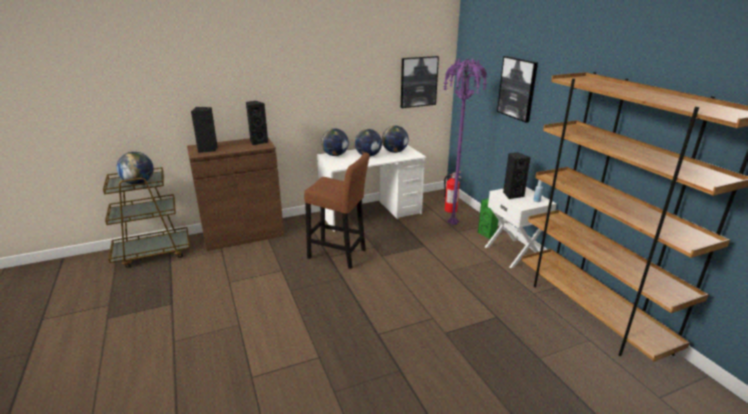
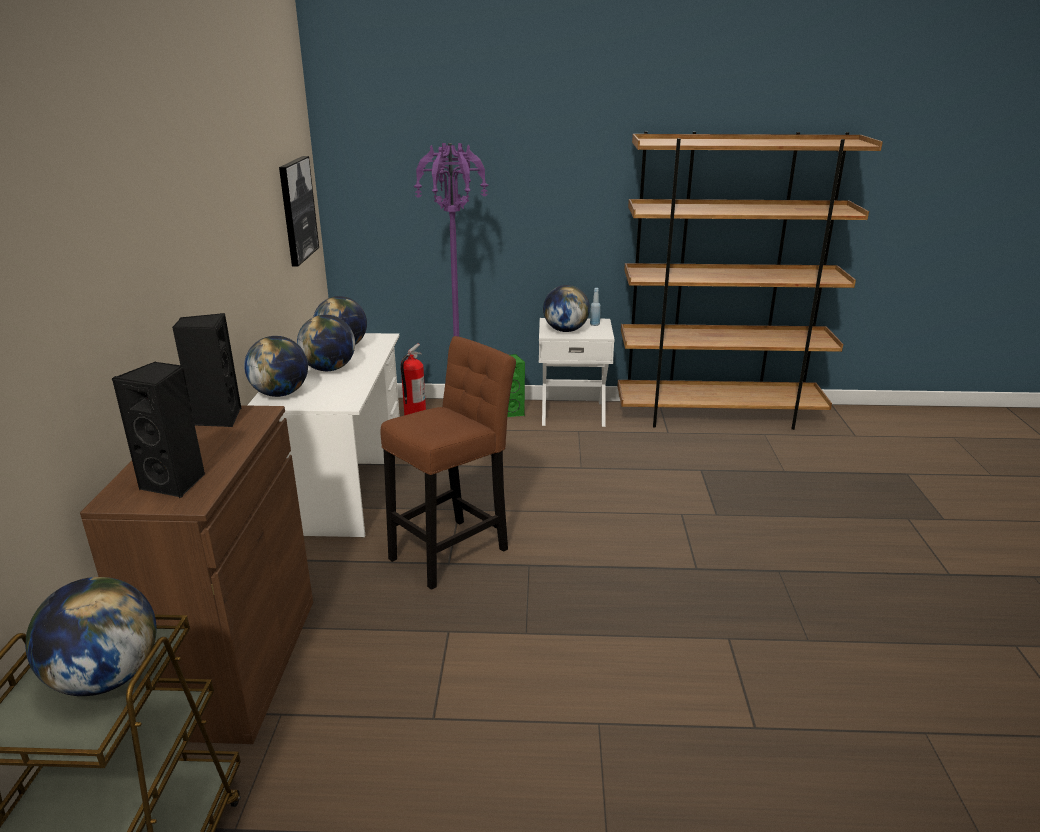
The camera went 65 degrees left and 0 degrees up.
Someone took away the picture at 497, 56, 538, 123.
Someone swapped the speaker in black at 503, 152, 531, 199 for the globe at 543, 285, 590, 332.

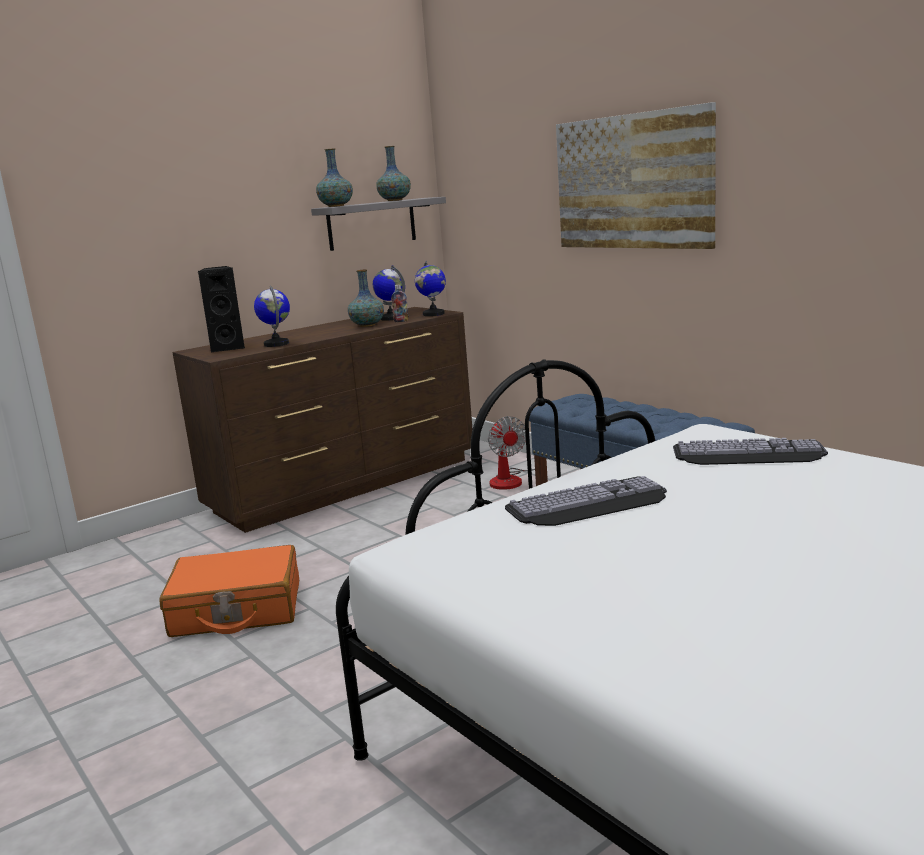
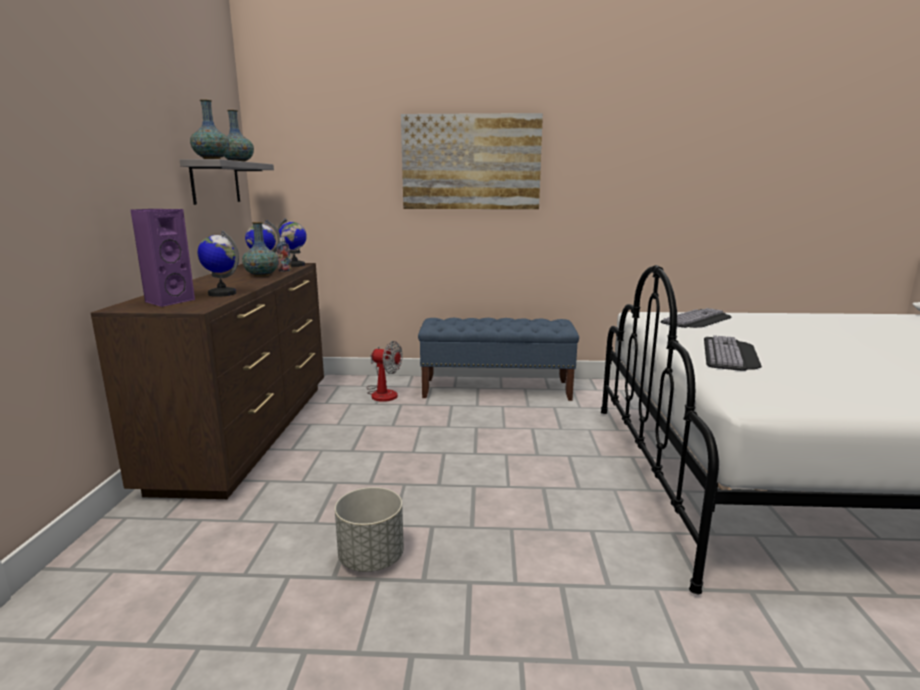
The camera went 50 degrees left and 0 degrees up.
Someone swapped the suitcase in orange at 159, 545, 299, 637 for the planter in grey at 335, 487, 404, 572.
Someone repainted the speaker in black at 198, 266, 245, 352, which became the speaker in purple at 130, 209, 195, 307.

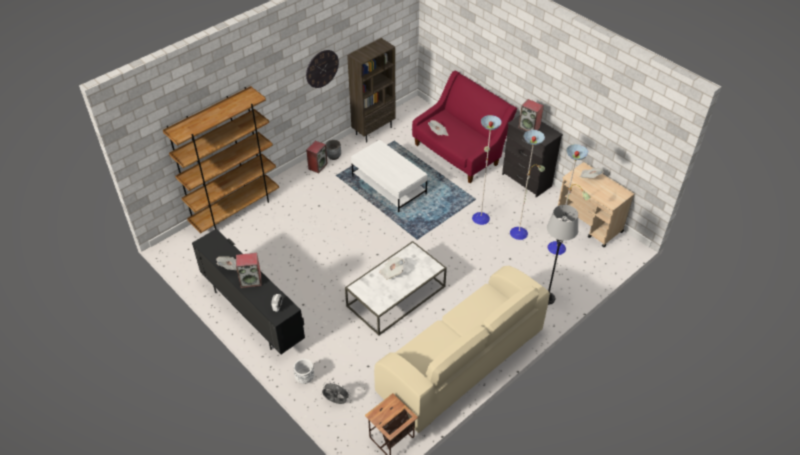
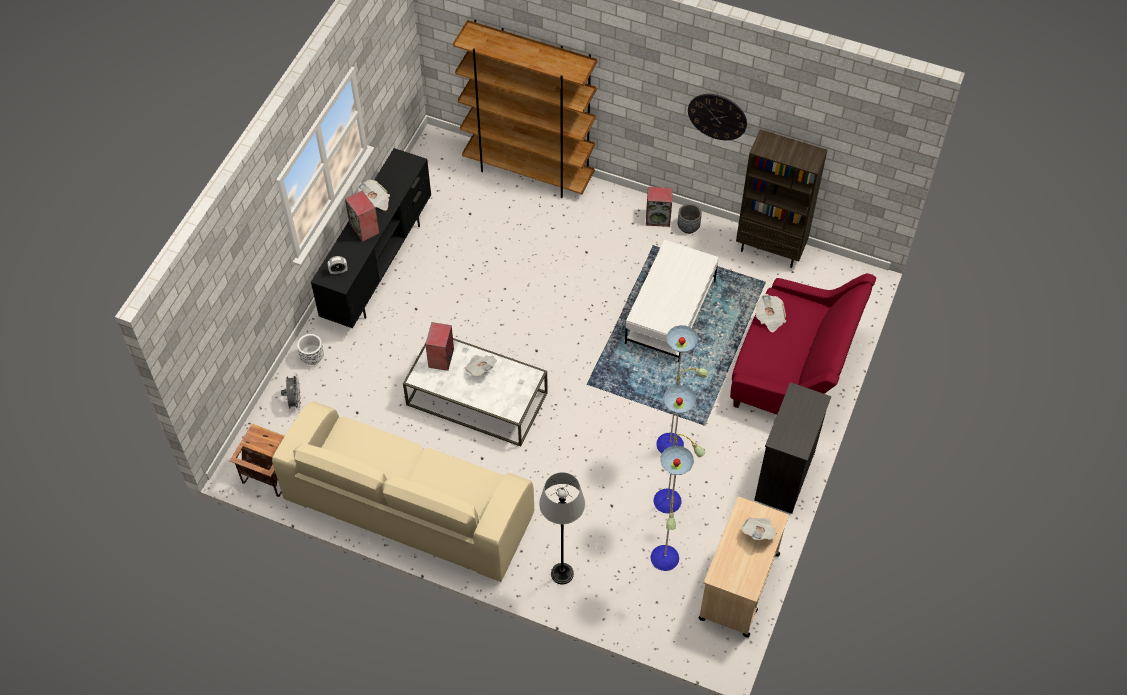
The camera went 65 degrees right and 10 degrees up.
Someone carried the speaker from 518, 99, 544, 131 to 425, 322, 454, 371.

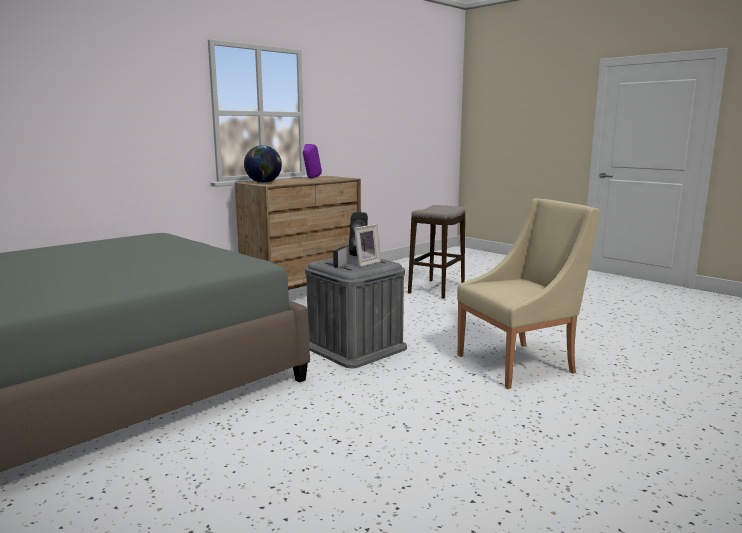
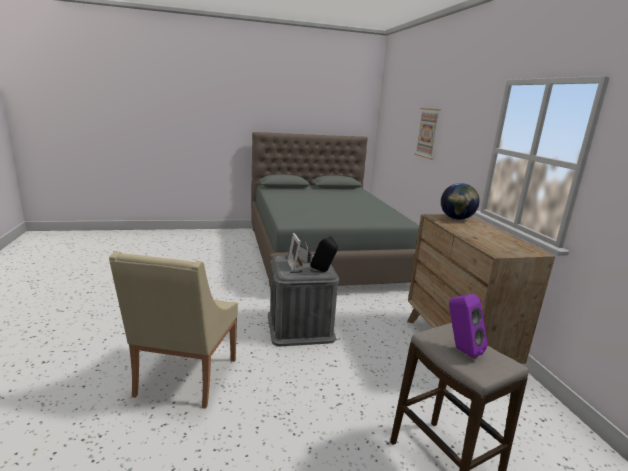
The camera went 120 degrees right and 5 degrees up.
Someone carried the speaker in purple from 303, 144, 322, 178 to 449, 294, 488, 359.
Someone put up the picture at 414, 108, 441, 159.

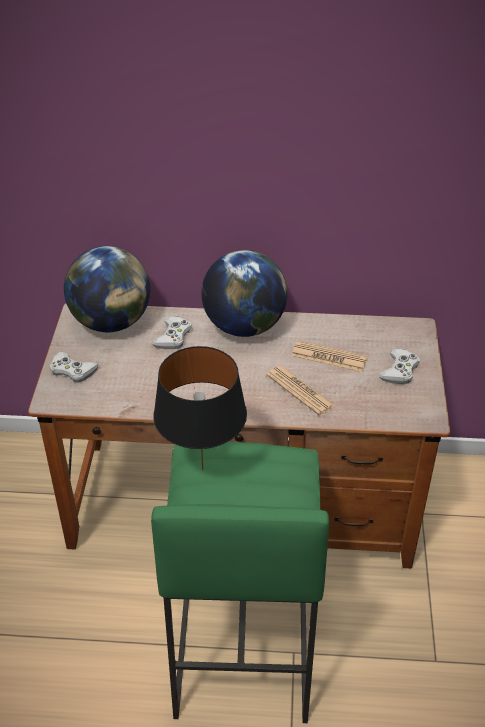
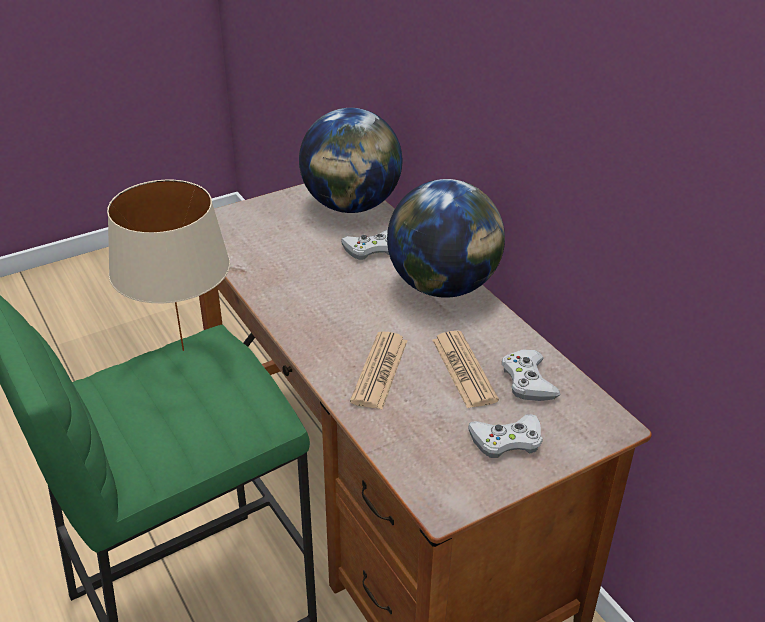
The camera went 55 degrees right and 5 degrees down.
Someone carried the game controller in white from 50, 352, 99, 383 to 502, 350, 561, 401.
Someone repainted the table lamp in black at 153, 346, 247, 470, which became the table lamp in beige at 107, 180, 230, 351.

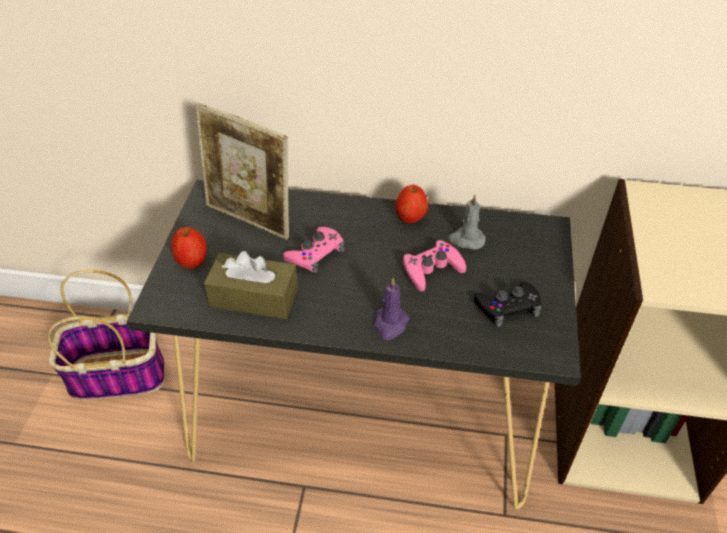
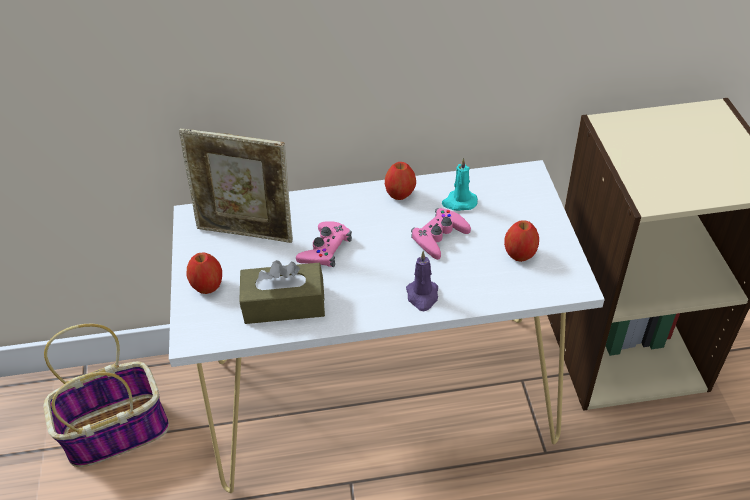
The camera went 15 degrees left and 0 degrees up.
Someone repainted the console table in black at 126, 180, 581, 510, which became the console table in white at 169, 160, 605, 493.
Someone repainted the candle in grey at 448, 194, 486, 250, which became the candle in turquoise at 442, 158, 478, 211.
Someone swapped the game controller in black at 474, 281, 542, 327 for the apple at 504, 220, 539, 262.

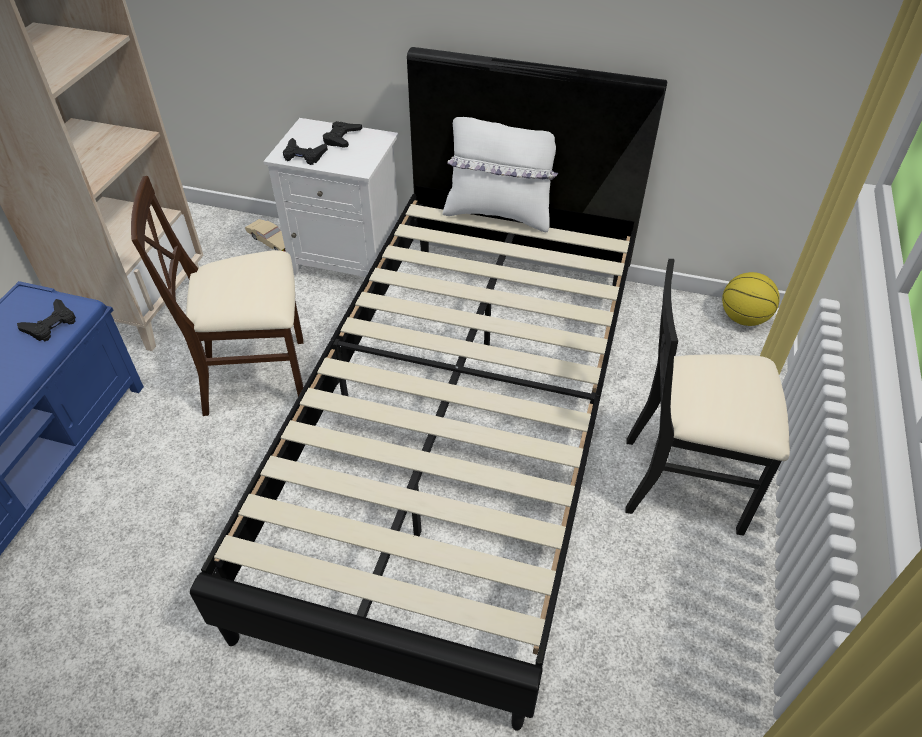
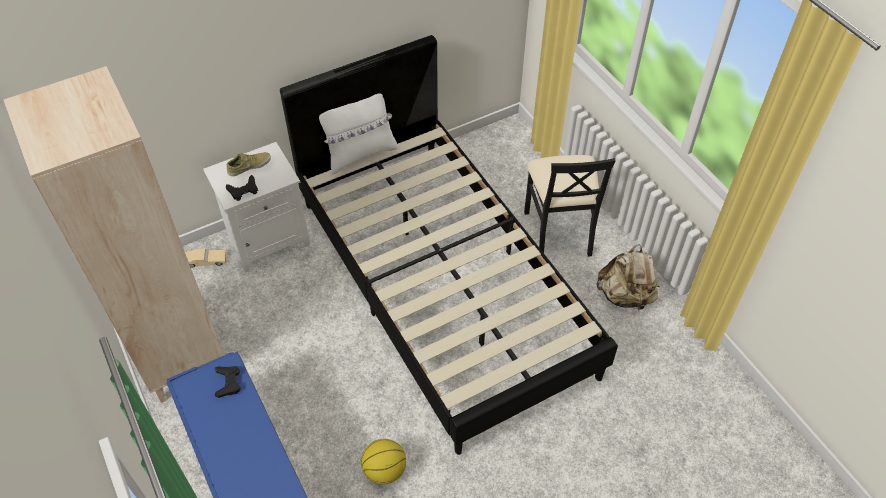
The camera went 45 degrees left and 5 degrees up.
Someone took away the chair in beige at 131, 176, 304, 416.
Someone swapped the game controller in black at 323, 121, 362, 148 for the shoe in beige at 227, 152, 271, 176.
Someone rotated the chair in black at 625, 259, 790, 536 by 60 degrees counterclockwise.
Someone carried the basketball from 722, 272, 780, 326 to 361, 439, 406, 484.
Someone put down the backpack in beige at 596, 244, 660, 310.

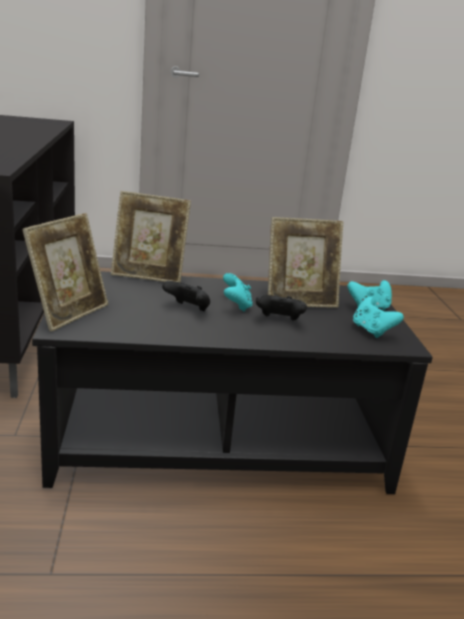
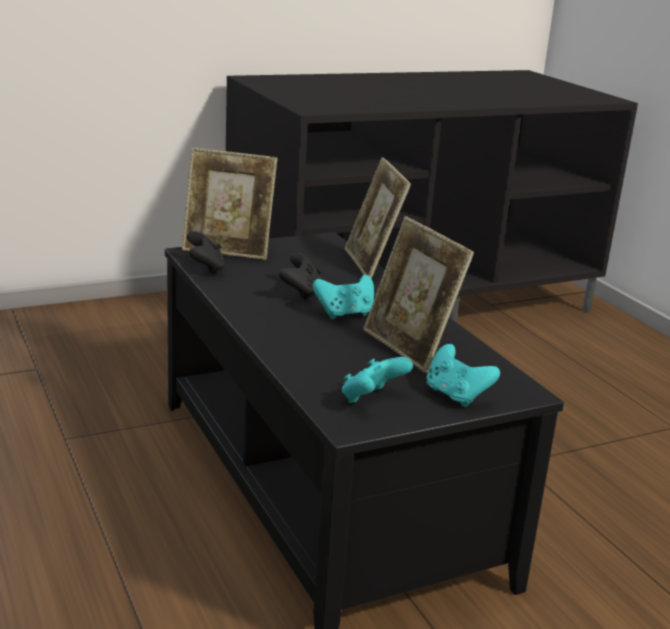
The camera went 70 degrees right and 0 degrees up.
Someone carried the game controller in black from 256, 295, 307, 321 to 187, 231, 225, 275.

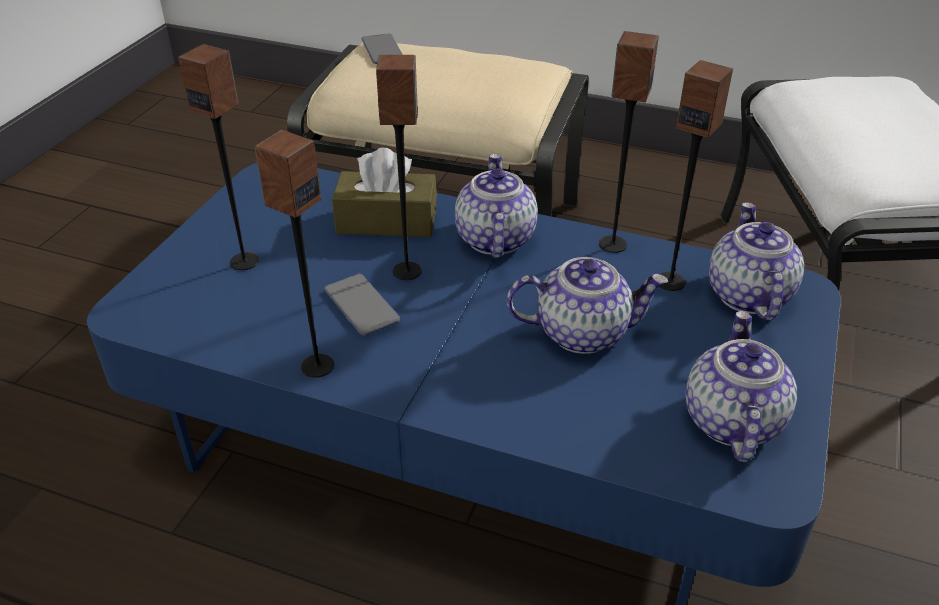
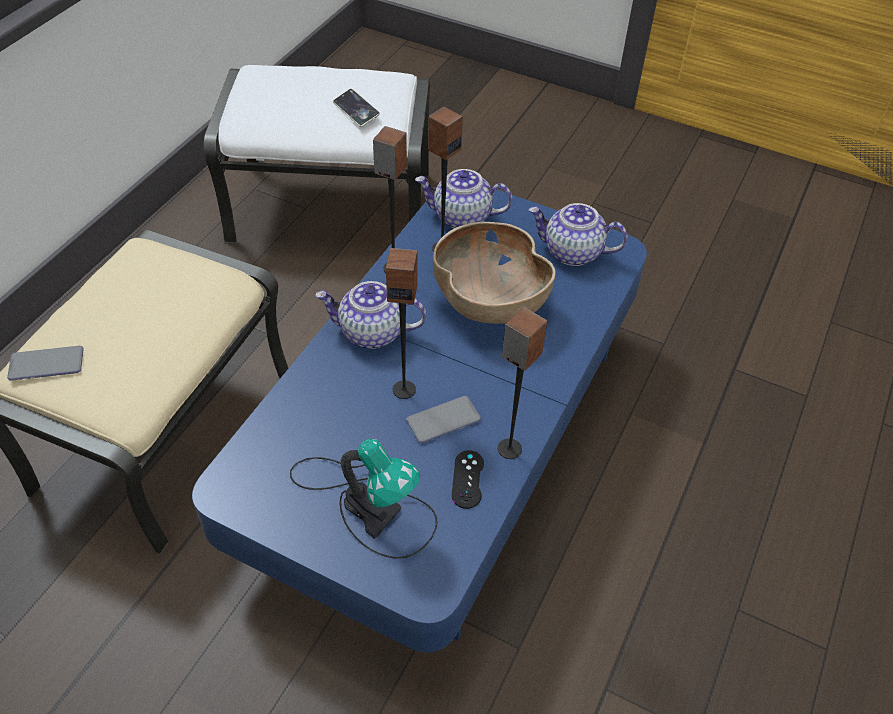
The camera went 85 degrees left and 10 degrees up.
Someone swapped the speaker at 178, 44, 259, 270 for the table lamp at 290, 439, 437, 559.
Someone took away the tissue box in brown at 332, 148, 437, 237.
Someone swapped the teapot at 507, 257, 668, 354 for the bowl in brown at 433, 222, 556, 324.
Someone put down the phone at 333, 89, 380, 127.
Someone put down the game controller in black at 452, 450, 484, 509.

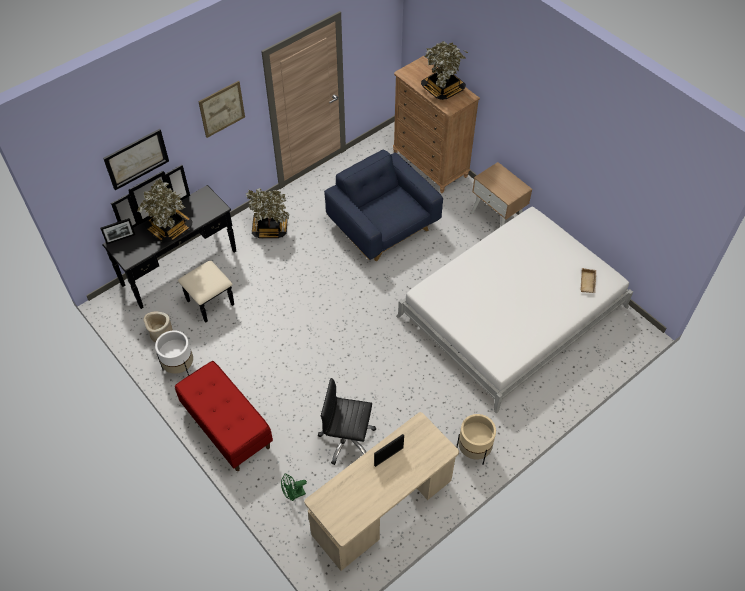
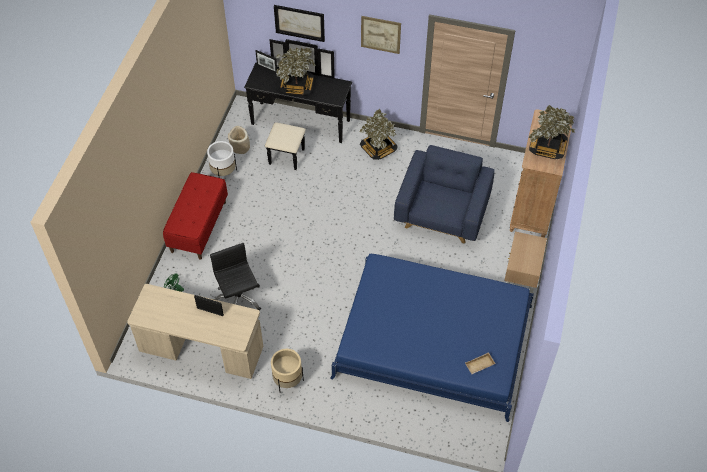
The camera went 55 degrees right and 0 degrees up.
Someone repainted the bed in white at 396, 207, 633, 414, which became the bed in blue at 330, 254, 534, 422.

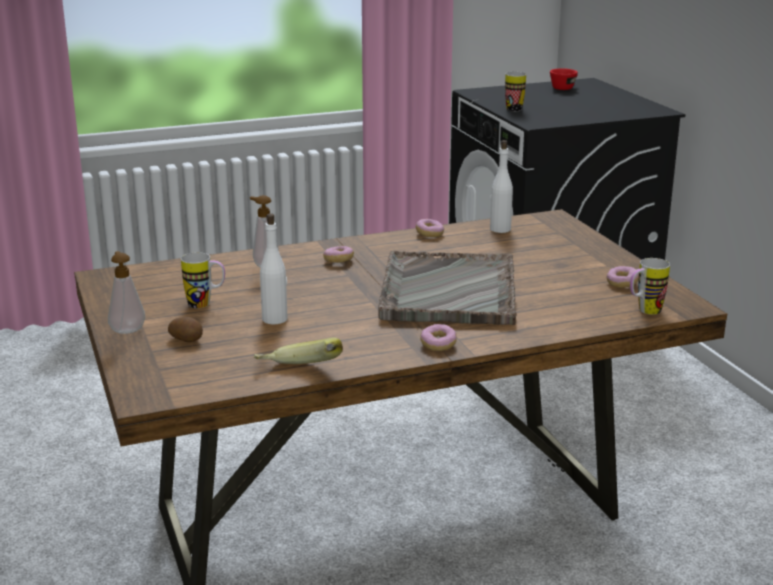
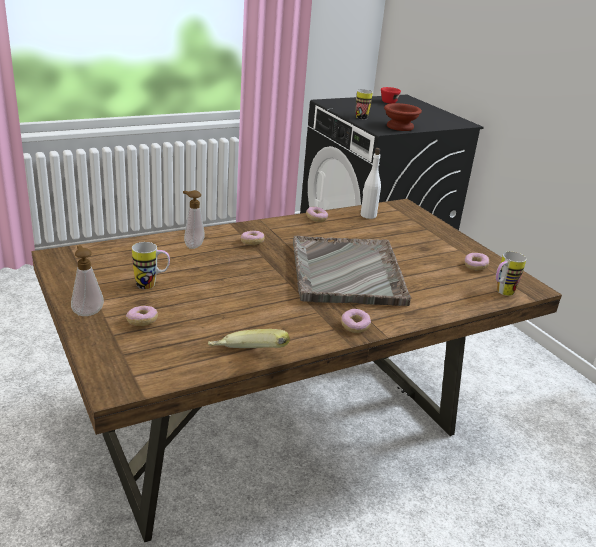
The camera went 10 degrees left and 5 degrees up.
Someone swapped the potato at 168, 317, 203, 342 for the donut at 126, 306, 158, 326.
Someone took away the bottle in white at 260, 213, 288, 324.
Someone put down the bowl in brown at 384, 103, 422, 131.

